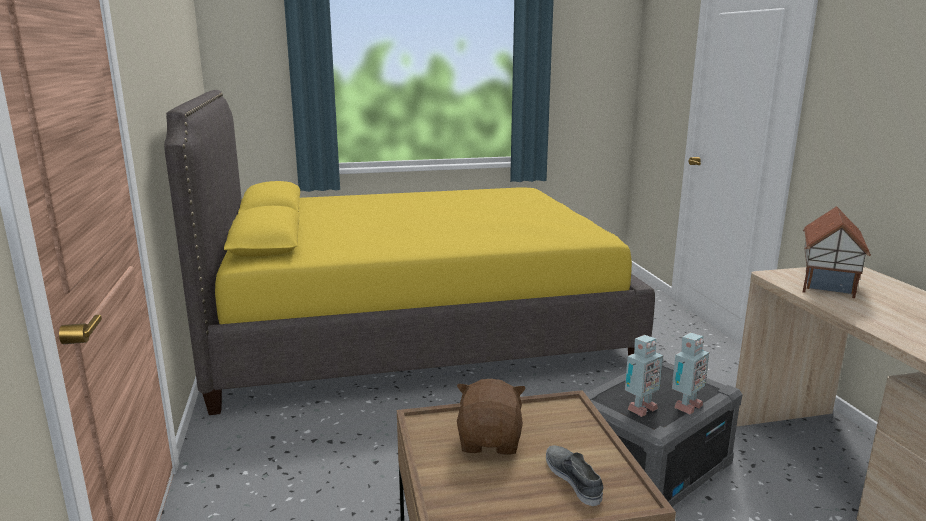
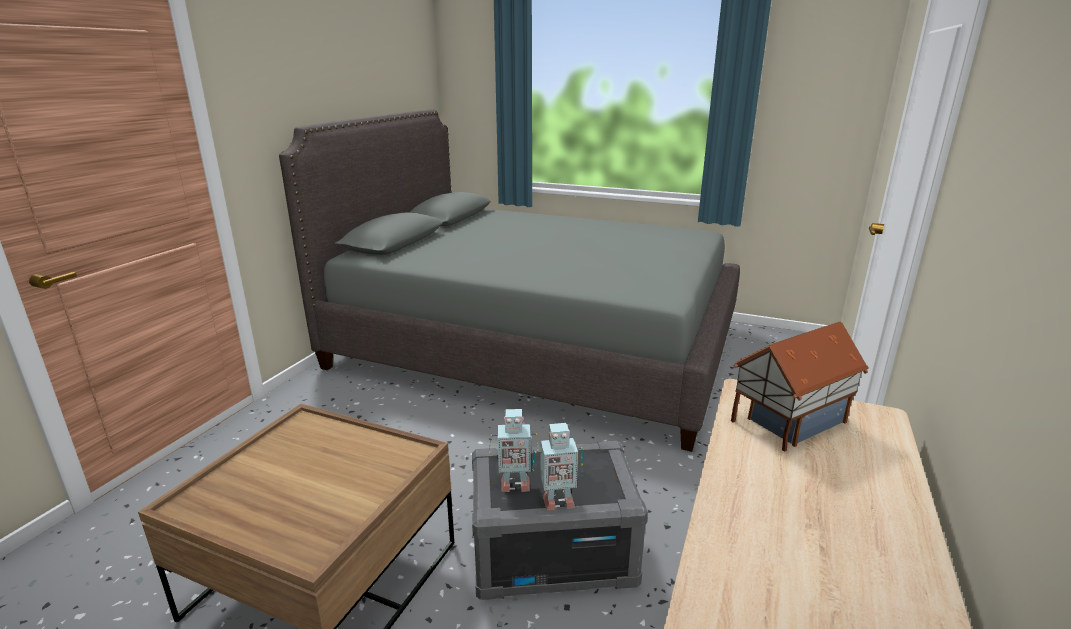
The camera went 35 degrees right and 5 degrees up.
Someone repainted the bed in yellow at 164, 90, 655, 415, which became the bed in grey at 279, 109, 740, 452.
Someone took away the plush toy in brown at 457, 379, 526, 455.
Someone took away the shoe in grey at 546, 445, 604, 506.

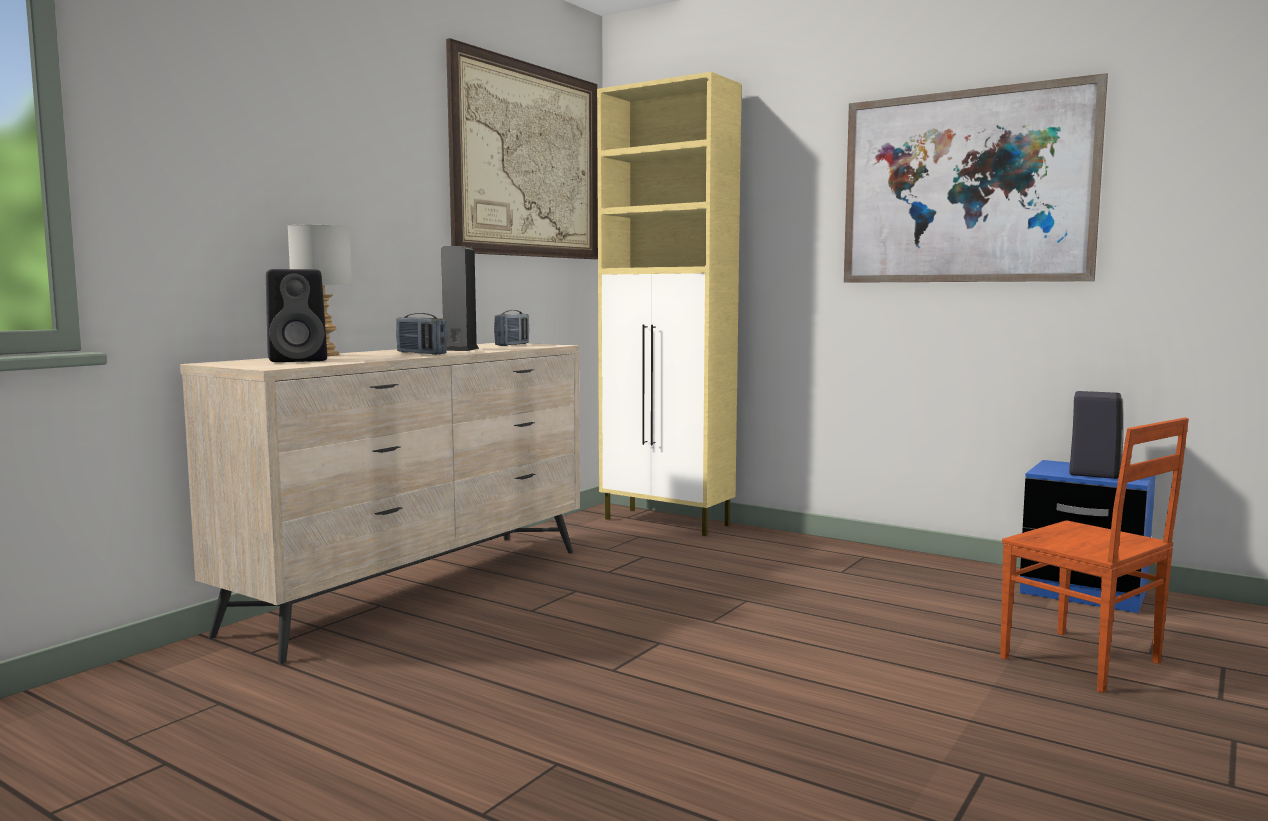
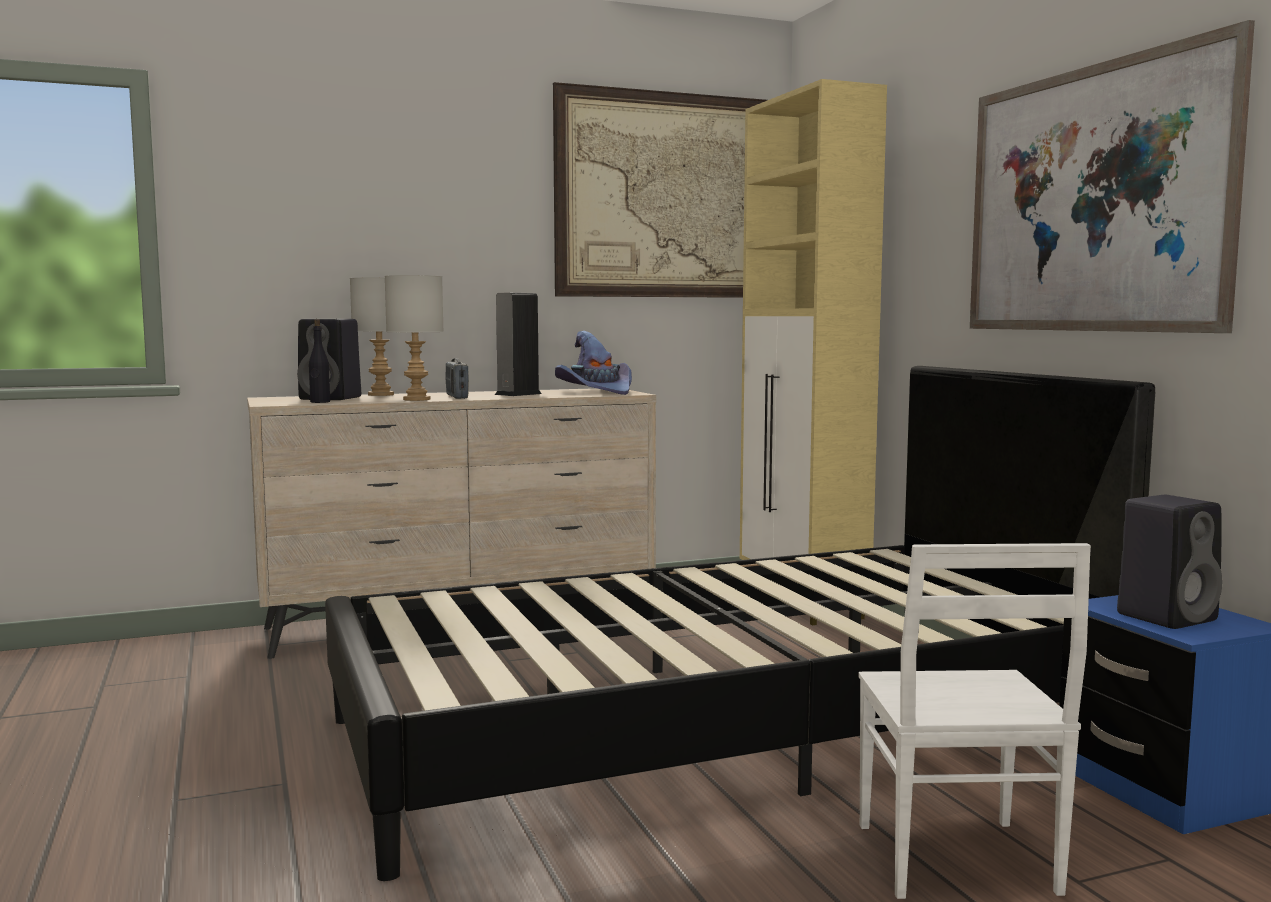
The camera went 35 degrees right and 0 degrees up.
Someone swapped the radio at 494, 310, 529, 346 for the hat in purple at 555, 331, 632, 395.
Someone repainted the chair in brown at 1000, 418, 1189, 693, which became the chair in white at 858, 543, 1091, 899.
Someone put down the bottle in black at 309, 319, 330, 403.
Someone put down the bed in black at 325, 366, 1155, 881.
Someone put down the table lamp in grey at 385, 275, 444, 401.

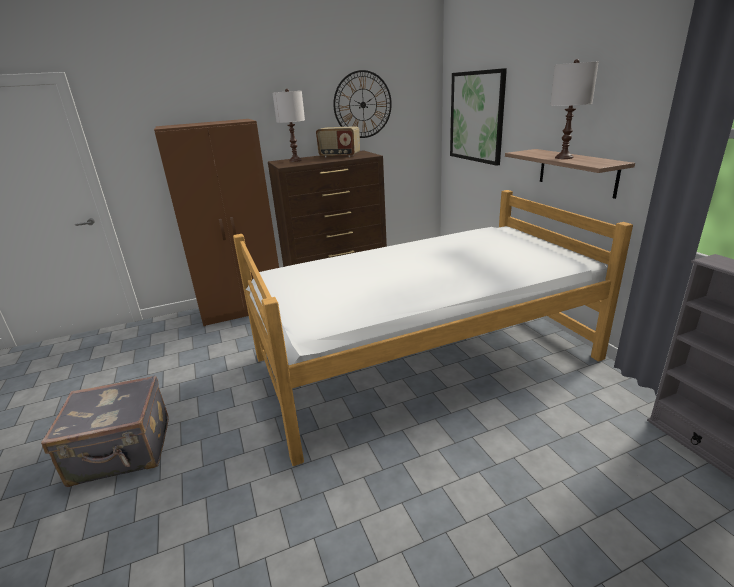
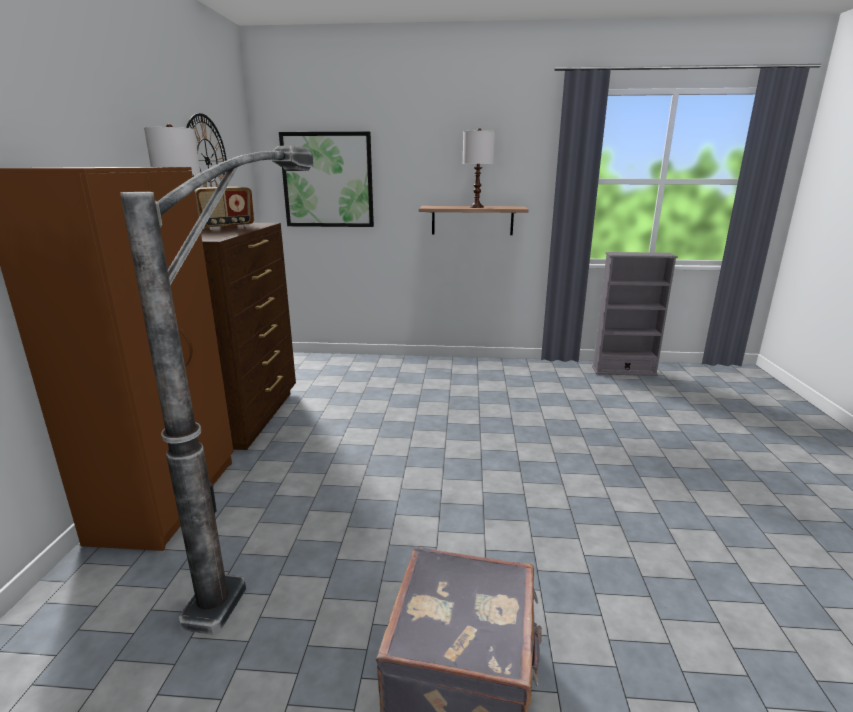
The camera went 65 degrees left and 5 degrees down.
Someone took away the bed at 233, 190, 633, 466.
Someone put down the floor lamp at 120, 146, 314, 635.

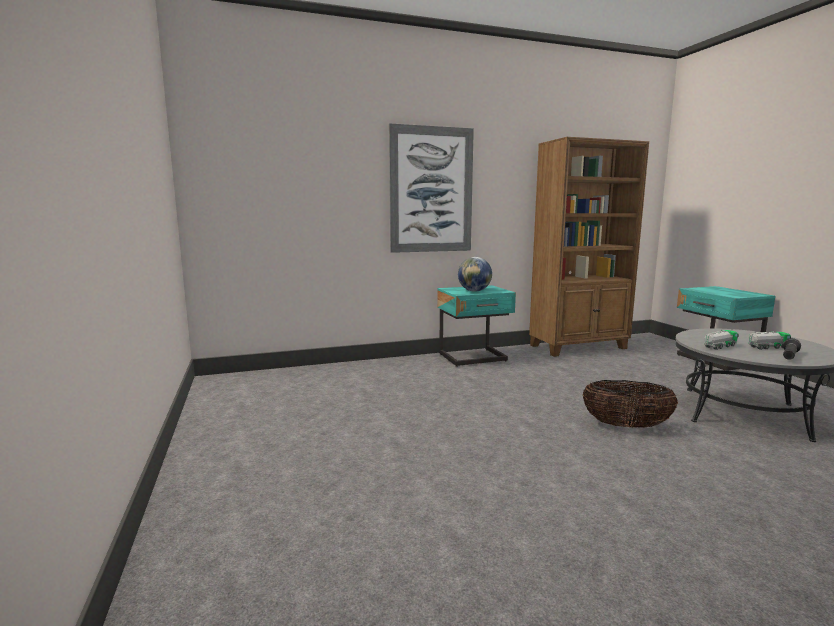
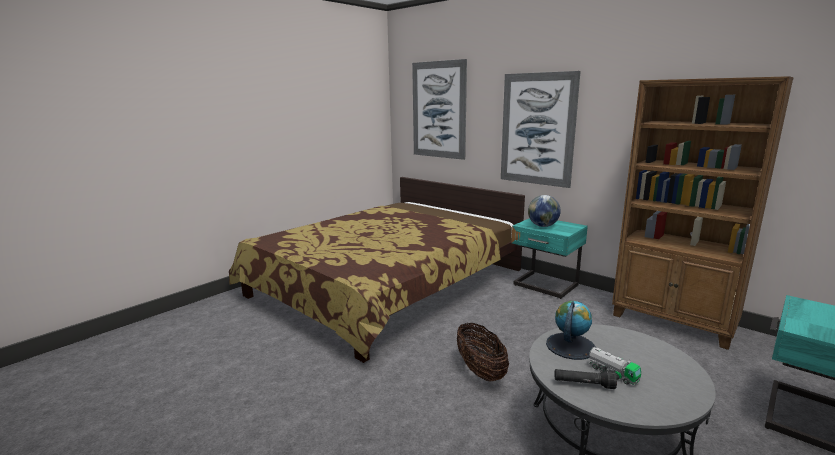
The camera went 60 degrees right and 5 degrees up.
Someone swapped the toy truck at 704, 330, 739, 350 for the globe at 546, 301, 596, 360.
Someone put down the bed at 229, 177, 525, 363.
Someone put up the picture at 412, 59, 467, 160.

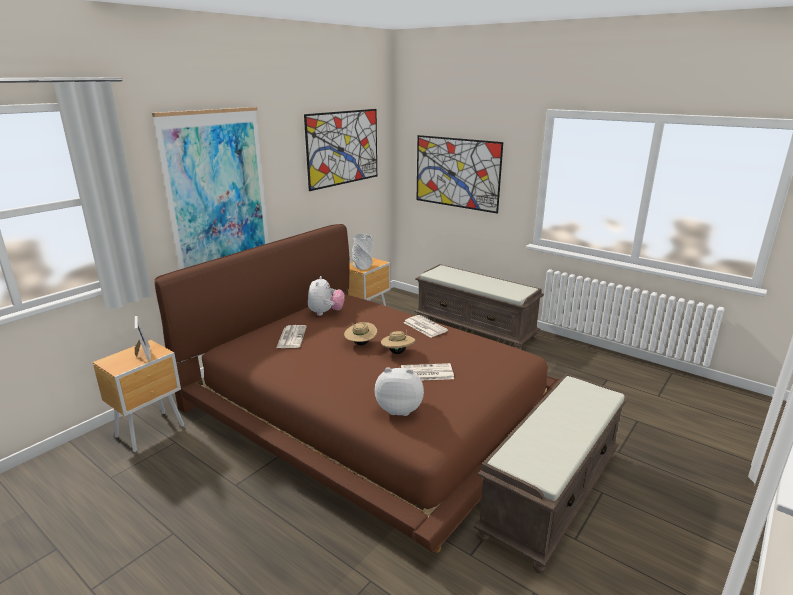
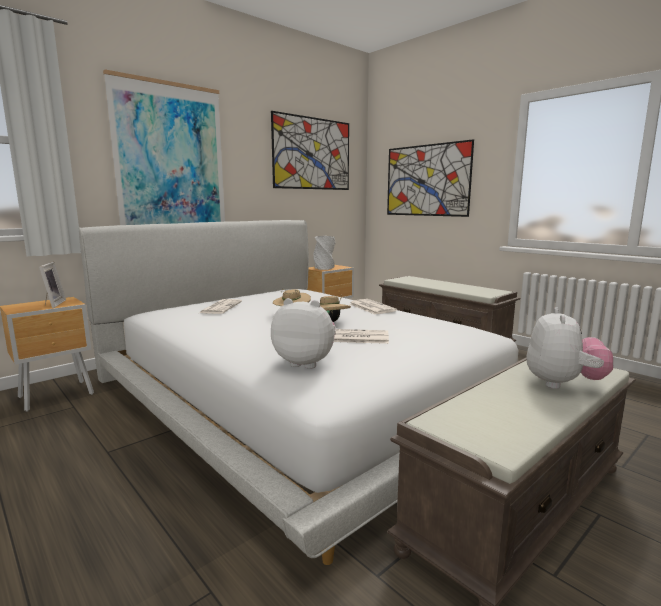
The camera went 10 degrees right and 10 degrees down.
Someone repainted the bed in brown at 154, 224, 561, 553, which became the bed in white at 78, 220, 518, 565.
Someone carried the plush toy from 308, 276, 345, 316 to 527, 307, 613, 389.

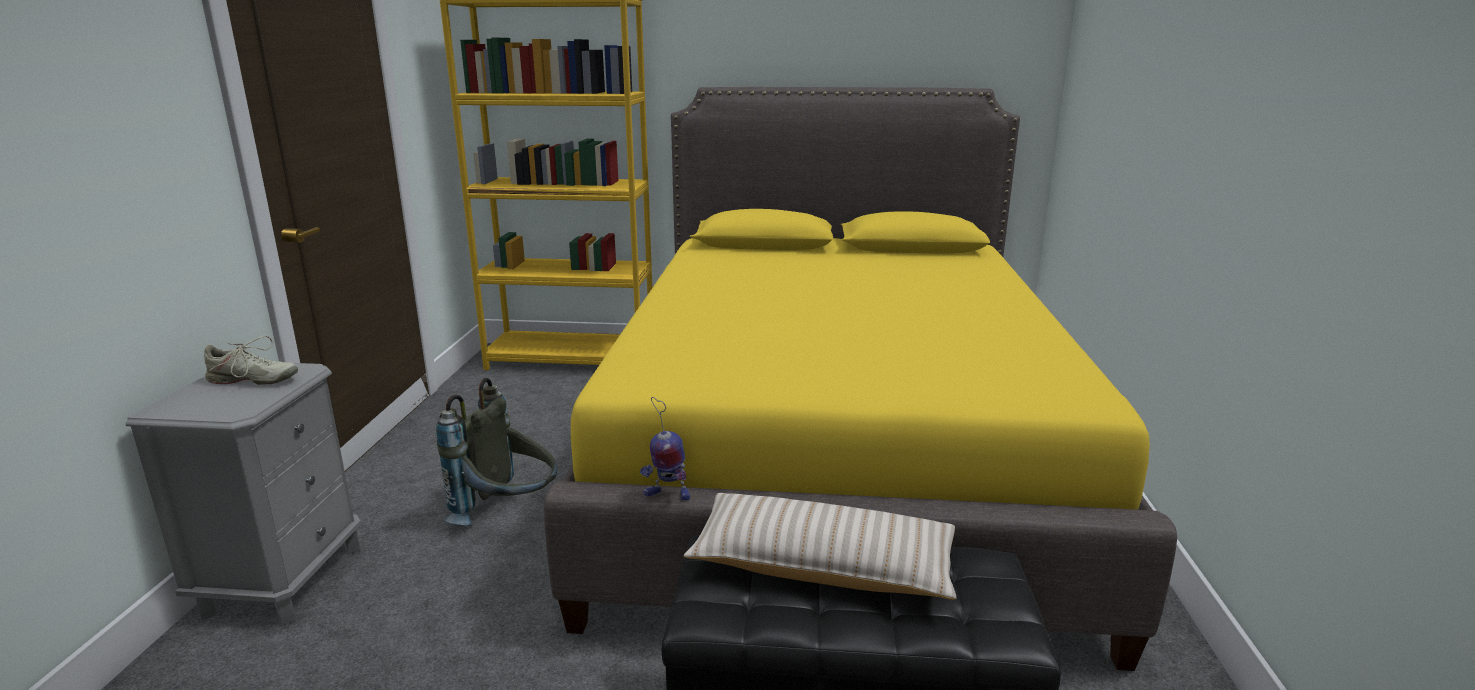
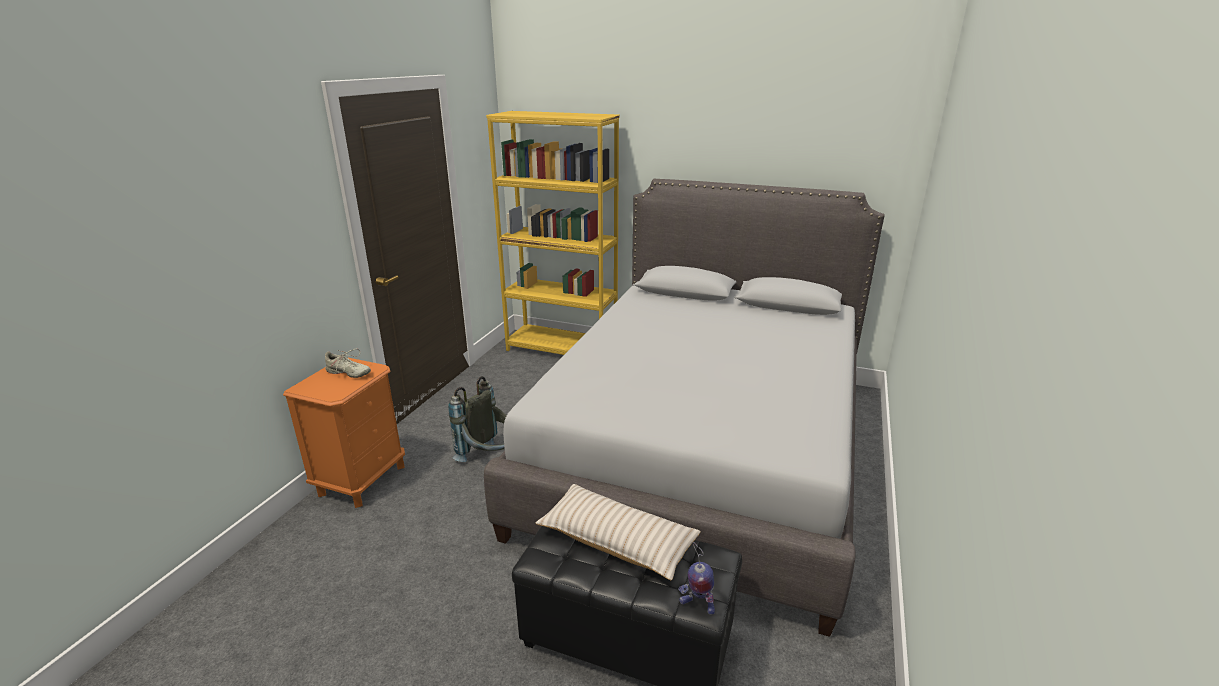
The camera went 15 degrees right and 5 degrees up.
Someone repainted the nightstand in grey at 126, 363, 361, 626, which became the nightstand in orange at 283, 357, 405, 508.
Someone repainted the bed in yellow at 544, 87, 1177, 671, which became the bed in grey at 484, 179, 885, 637.
Someone carried the toy robot from 640, 397, 690, 501 to 679, 542, 715, 614.

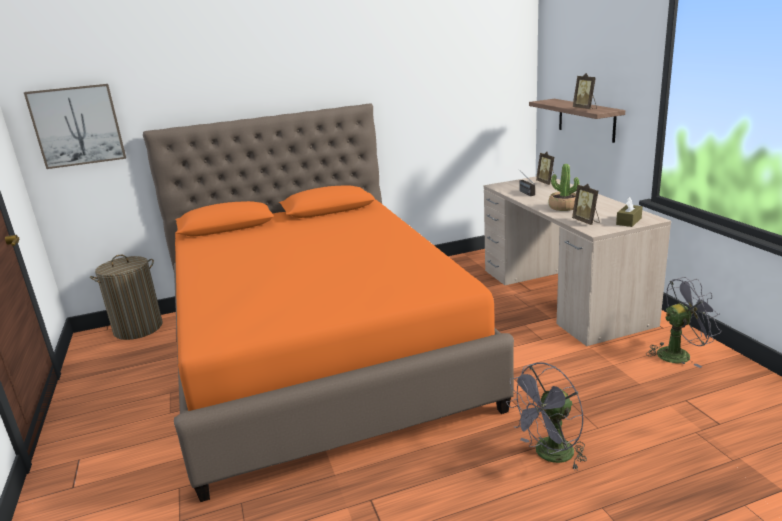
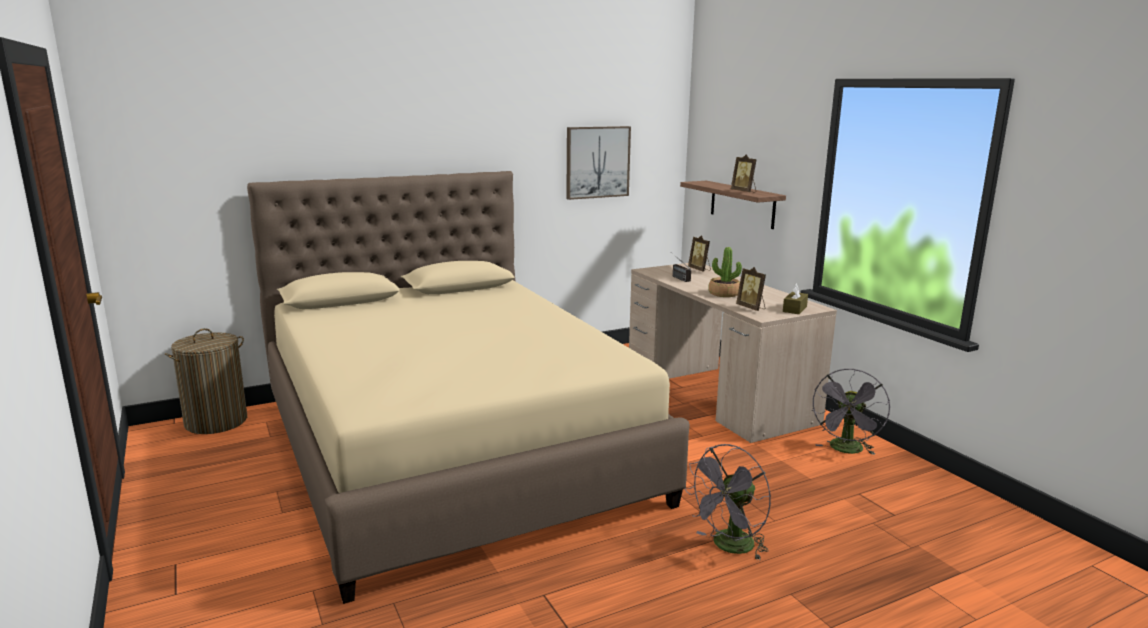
The camera went 10 degrees left and 5 degrees down.
Someone carried the picture from 24, 84, 126, 169 to 566, 126, 631, 200.
Someone repainted the bed in orange at 143, 104, 514, 502, which became the bed in beige at 247, 171, 690, 604.
Someone rotated the fan in grey at 646, 277, 721, 368 by 135 degrees clockwise.

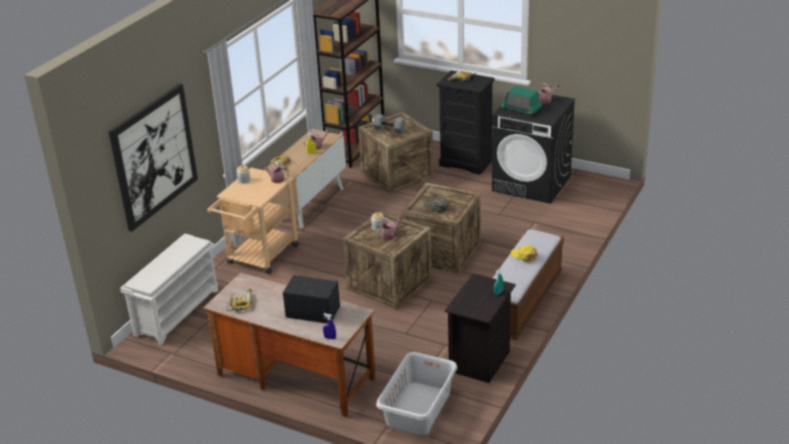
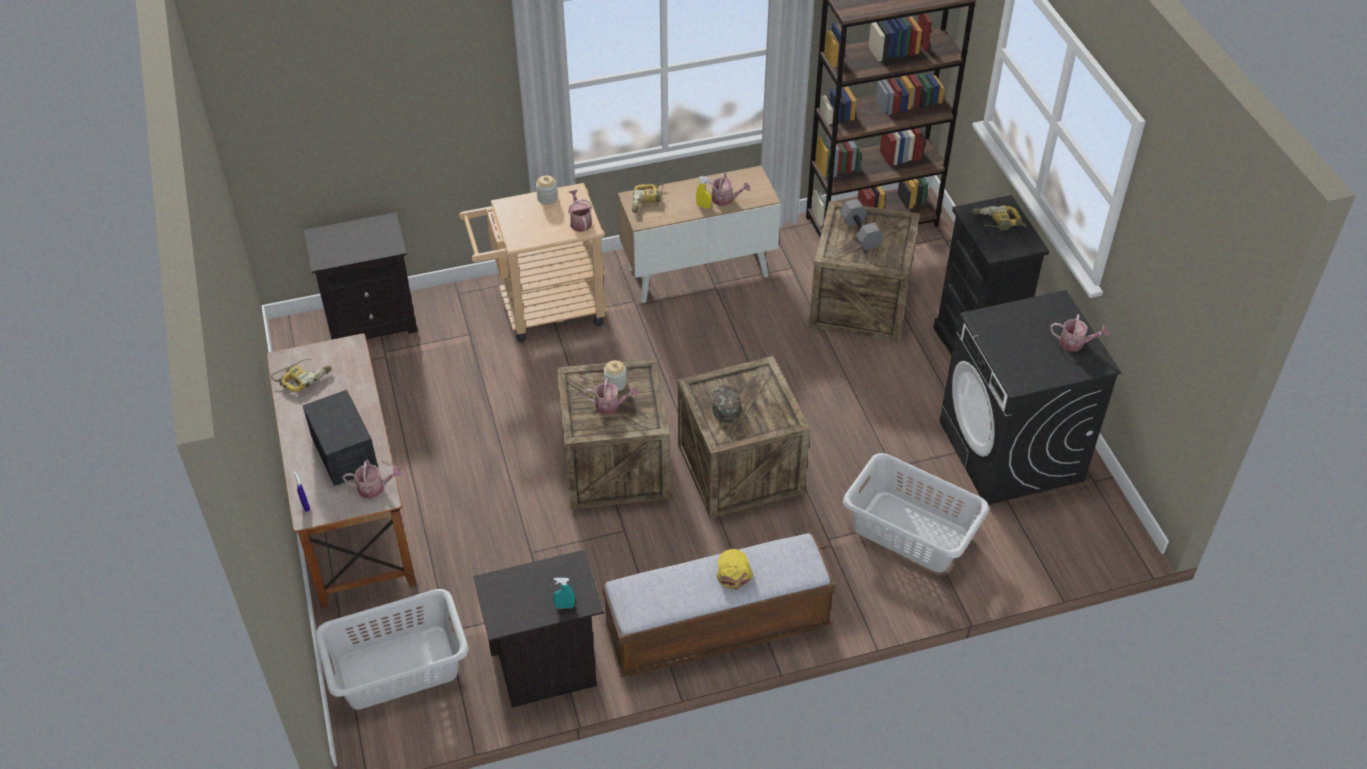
The camera went 45 degrees right and 15 degrees up.
Someone took away the picture at 108, 84, 198, 232.
Someone swapped the shoe rack in white at 120, 234, 218, 345 for the nightstand in black at 304, 212, 418, 339.
Someone took away the radio at 500, 86, 542, 116.
Someone put down the watering can at 343, 460, 402, 499.
Someone put down the laundry basket in grey at 843, 453, 989, 572.

